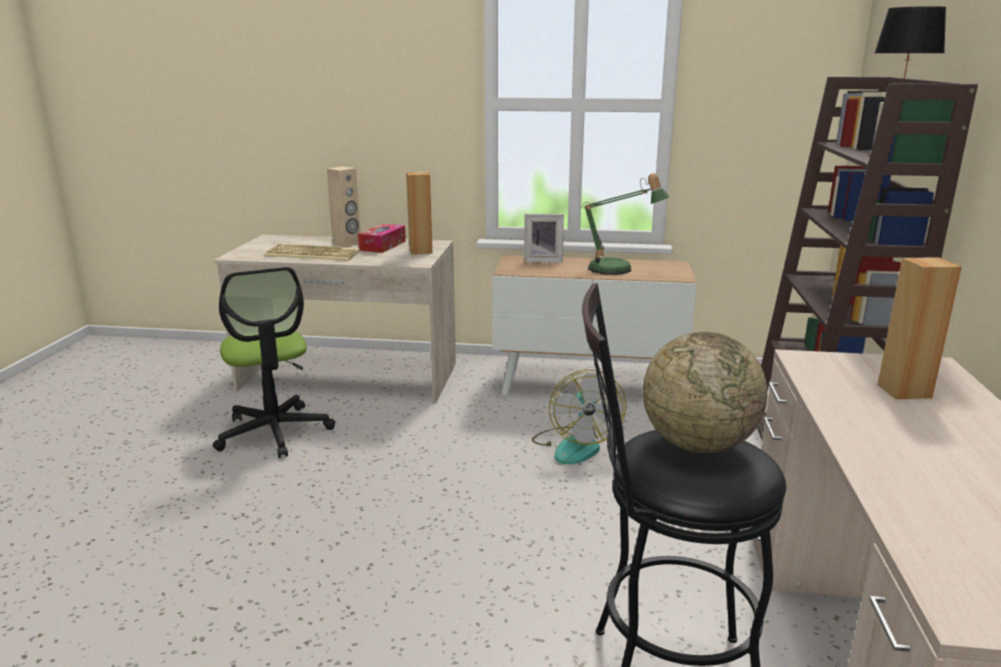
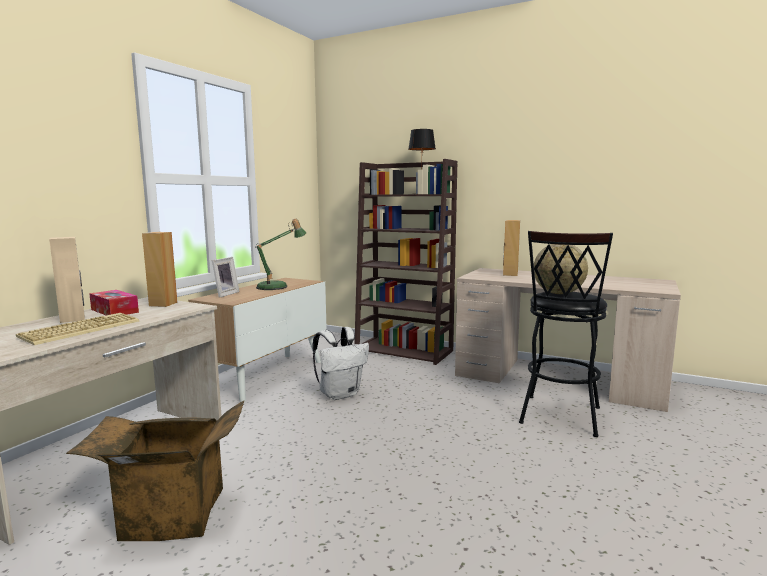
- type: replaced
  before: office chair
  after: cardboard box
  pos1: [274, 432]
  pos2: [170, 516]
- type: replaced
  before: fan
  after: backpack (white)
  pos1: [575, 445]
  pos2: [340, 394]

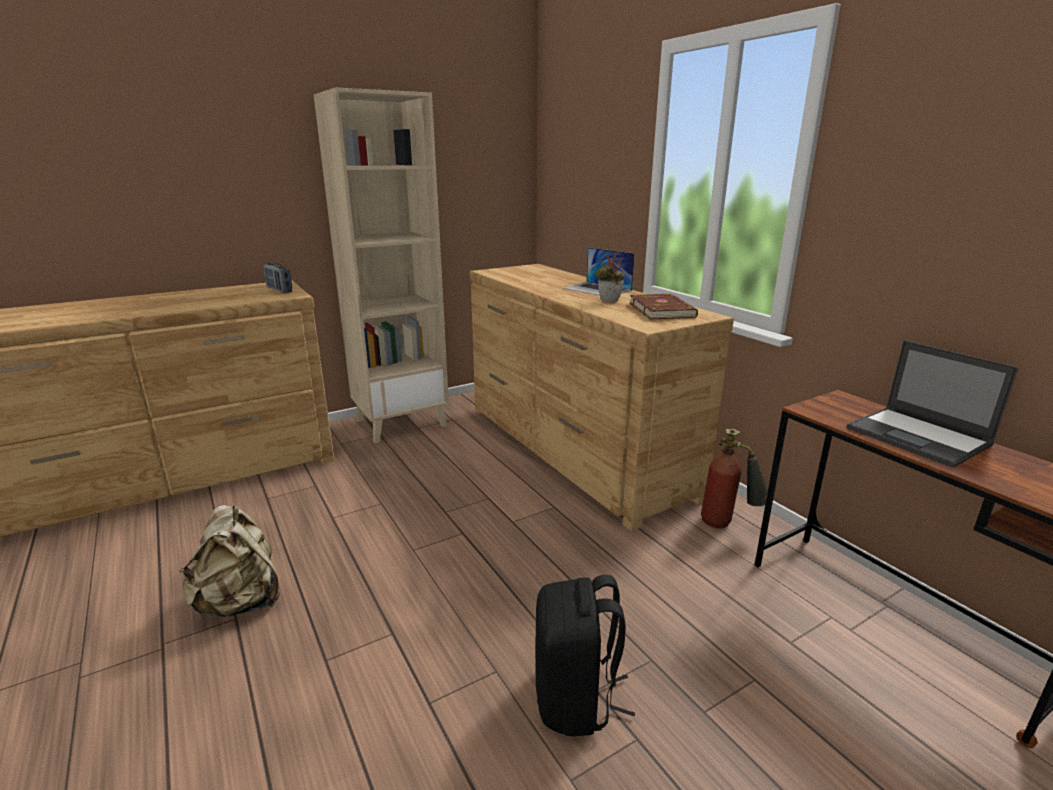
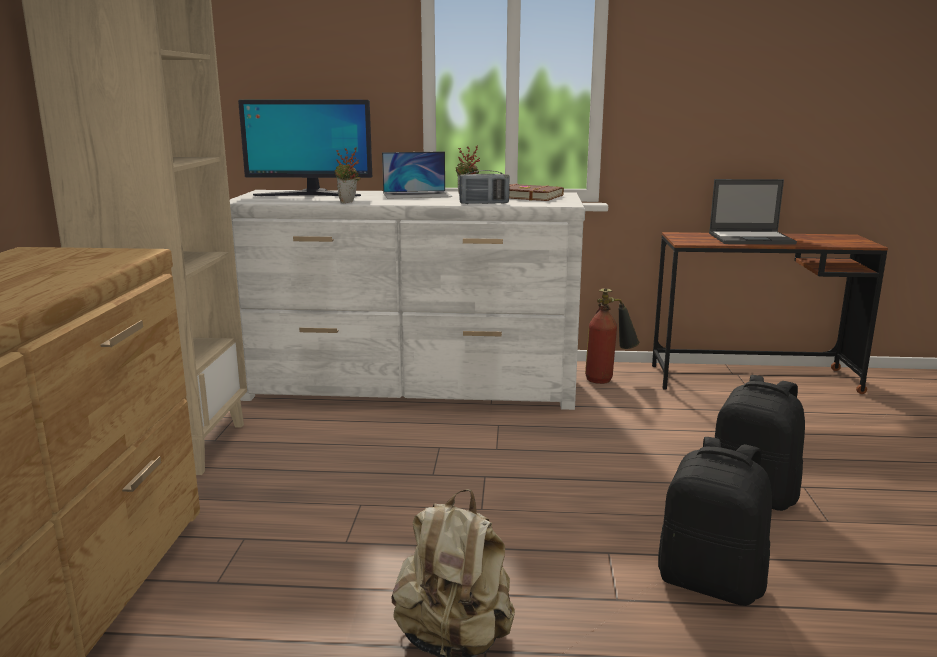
- type: recoloured
  before: dresser (brown)
  after: dresser (white)
  pos1: [573, 449]
  pos2: [411, 386]
- type: added
  after: monitor
  pos2: [310, 195]
- type: added
  after: potted plant
  pos2: [348, 202]
- type: moved
  before: radio
  pos1: [279, 290]
  pos2: [484, 203]
- type: added
  after: backpack (black)
  pos2: [711, 582]

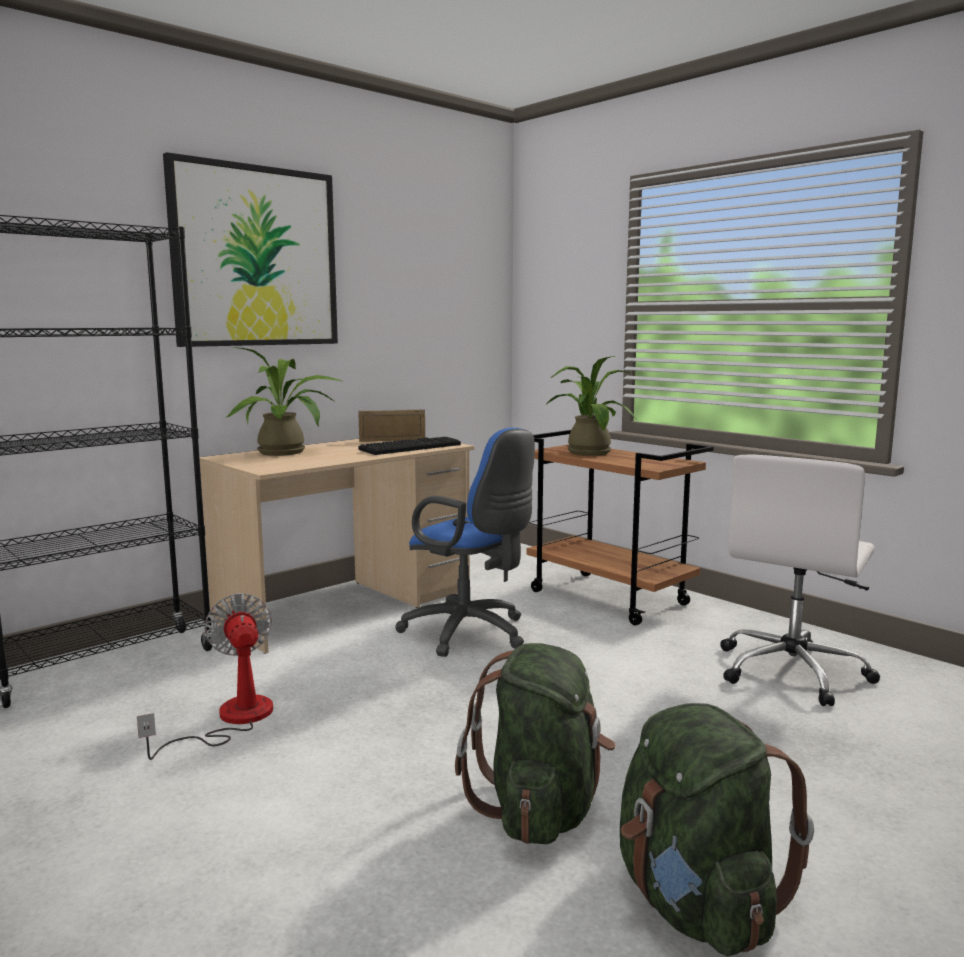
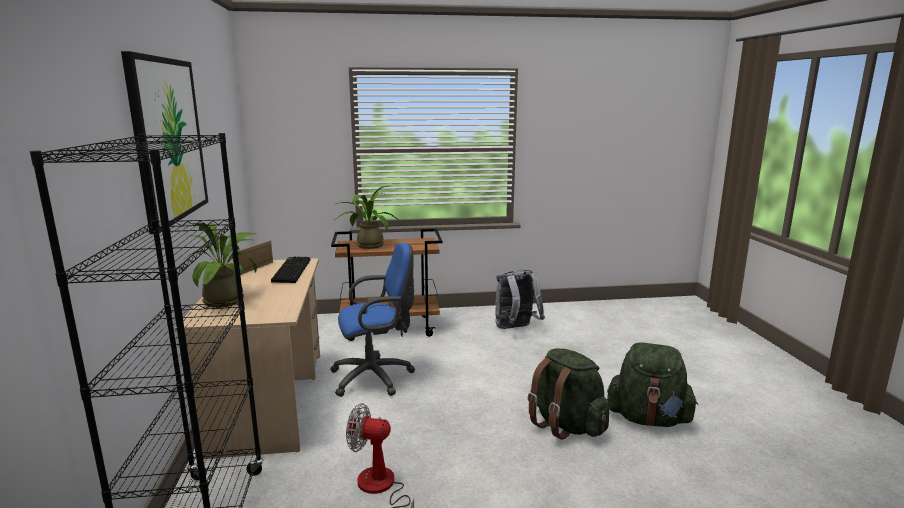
- type: replaced
  before: office chair (white)
  after: backpack (grey)
  pos1: [792, 671]
  pos2: [516, 328]

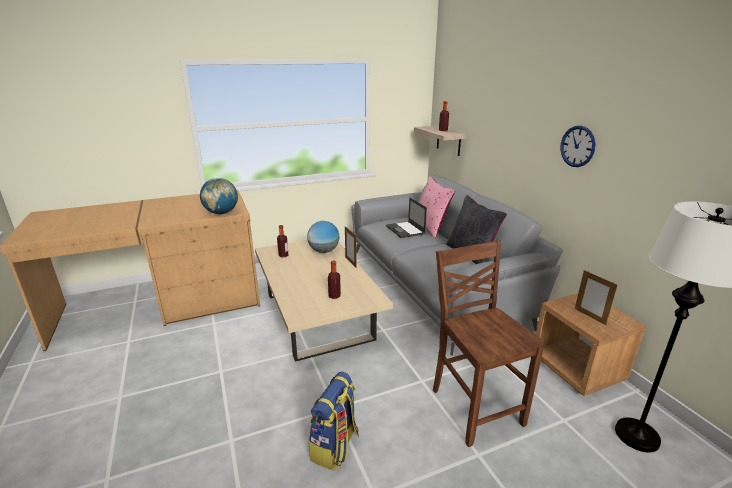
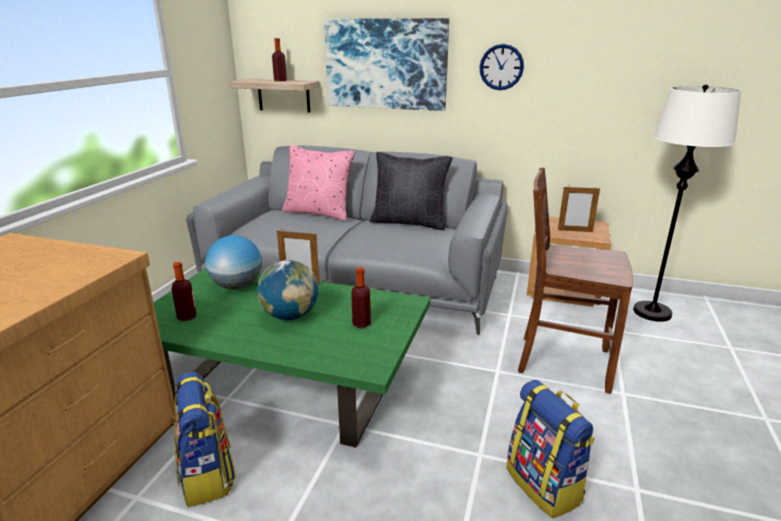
- type: recoloured
  before: coffee table (beige)
  after: coffee table (green)
  pos1: [319, 315]
  pos2: [289, 382]
- type: added
  after: backpack
  pos2: [207, 476]
- type: moved
  before: globe
  pos1: [221, 213]
  pos2: [290, 316]
- type: added
  after: picture
  pos2: [386, 64]
- type: removed
  before: laptop
  pos1: [405, 230]

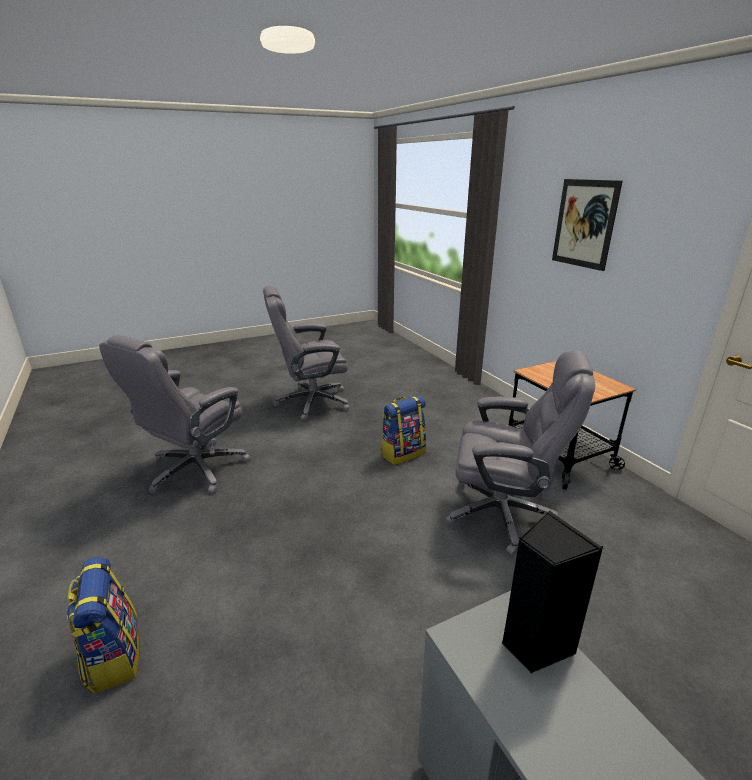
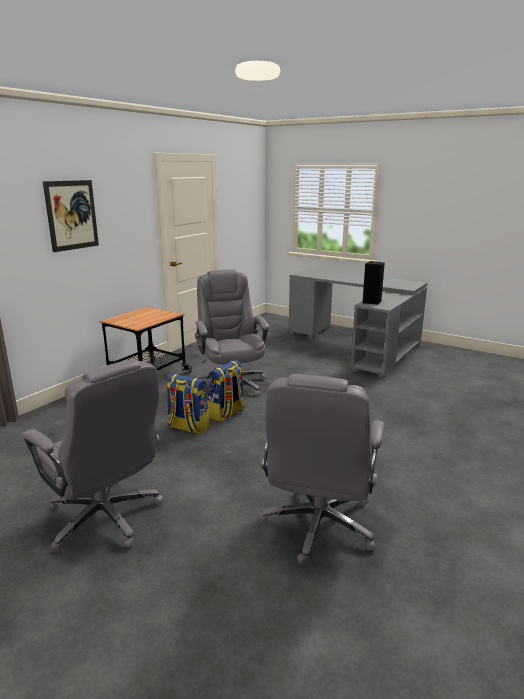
- type: moved
  before: backpack
  pos1: [113, 656]
  pos2: [227, 413]
- type: turned
  before: office chair (grey)
  pos1: [194, 470]
  pos2: [318, 526]
  turn: 105

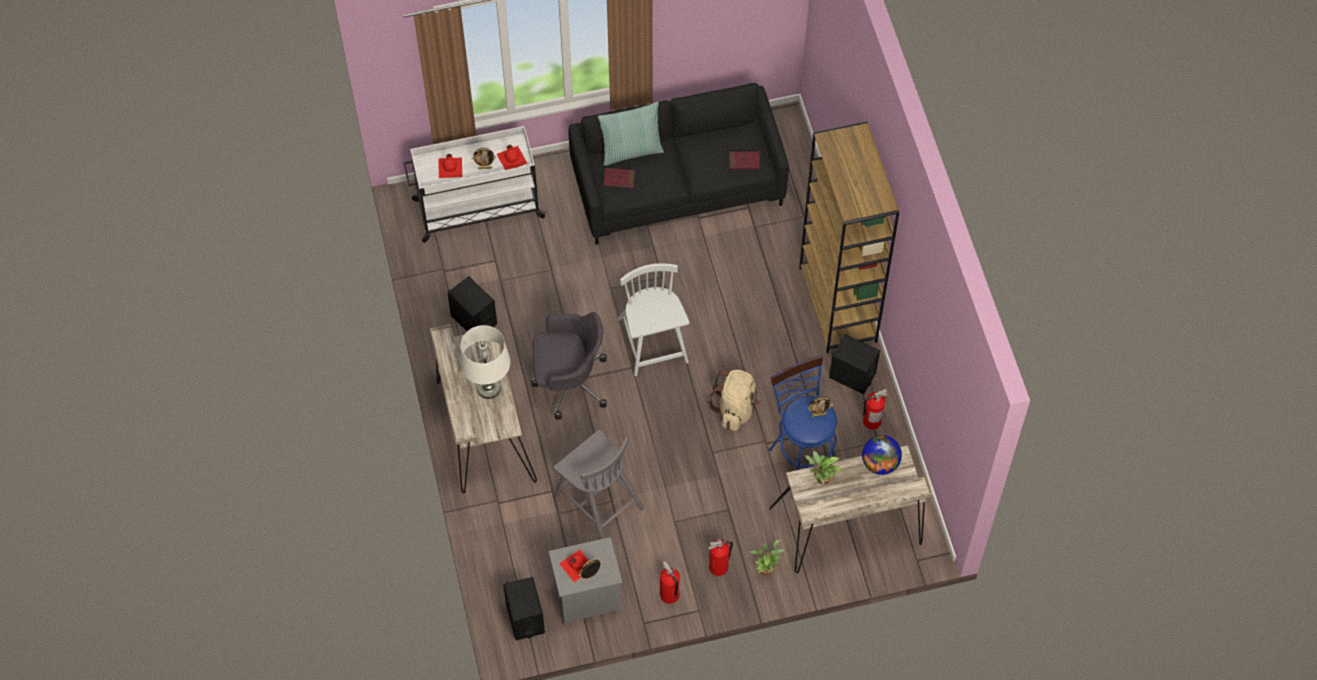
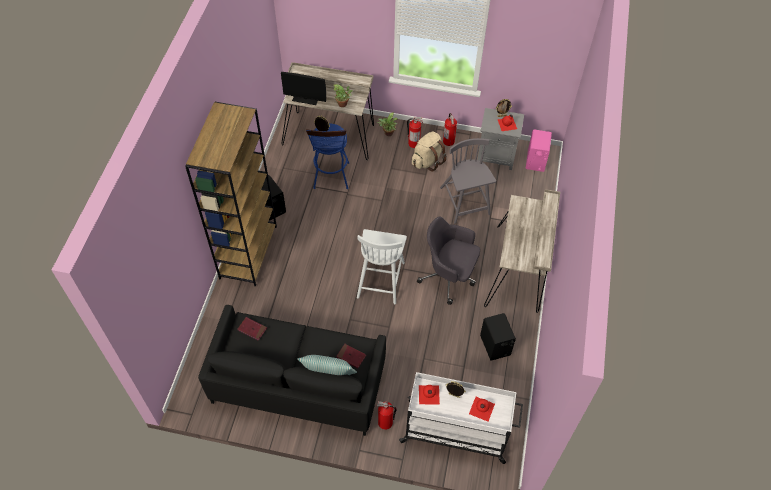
- type: replaced
  before: globe
  after: monitor
  pos1: [880, 463]
  pos2: [305, 99]
- type: moved
  before: fire extinguisher
  pos1: [871, 421]
  pos2: [385, 423]
- type: moved
  before: backpack (beige)
  pos1: [735, 408]
  pos2: [427, 161]
- type: recoloured
  before: speaker (black)
  after: speaker (pink)
  pos1: [525, 618]
  pos2: [535, 161]
- type: removed
  before: table lamp (white)
  pos1: [489, 388]

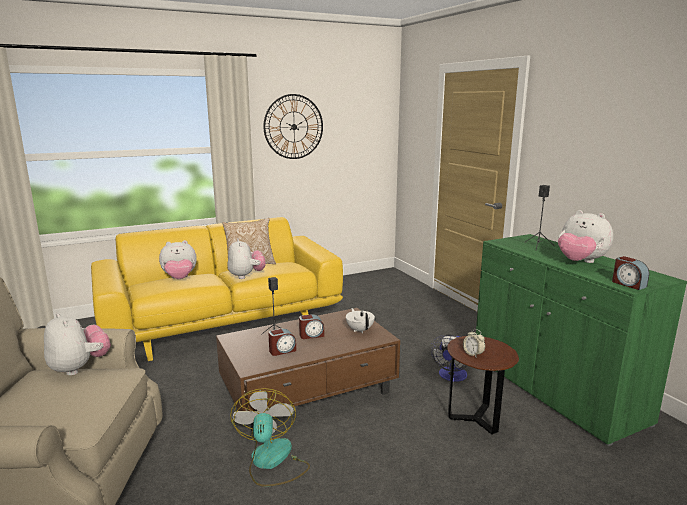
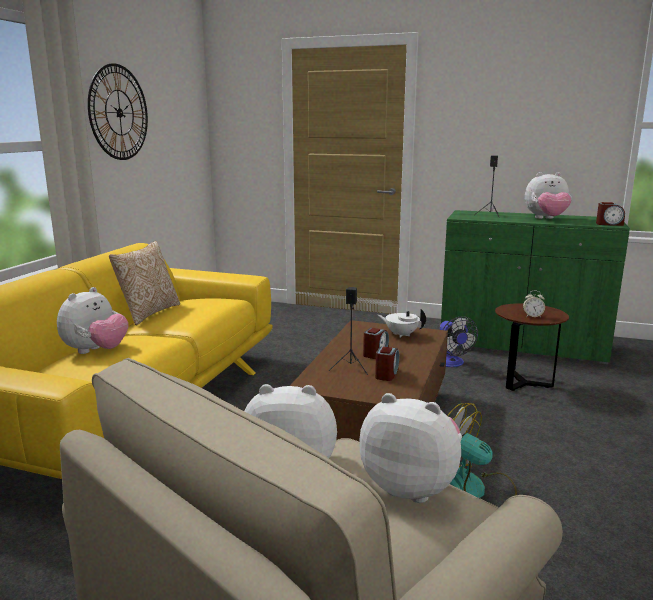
- type: moved
  before: plush toy
  pos1: [246, 276]
  pos2: [411, 487]

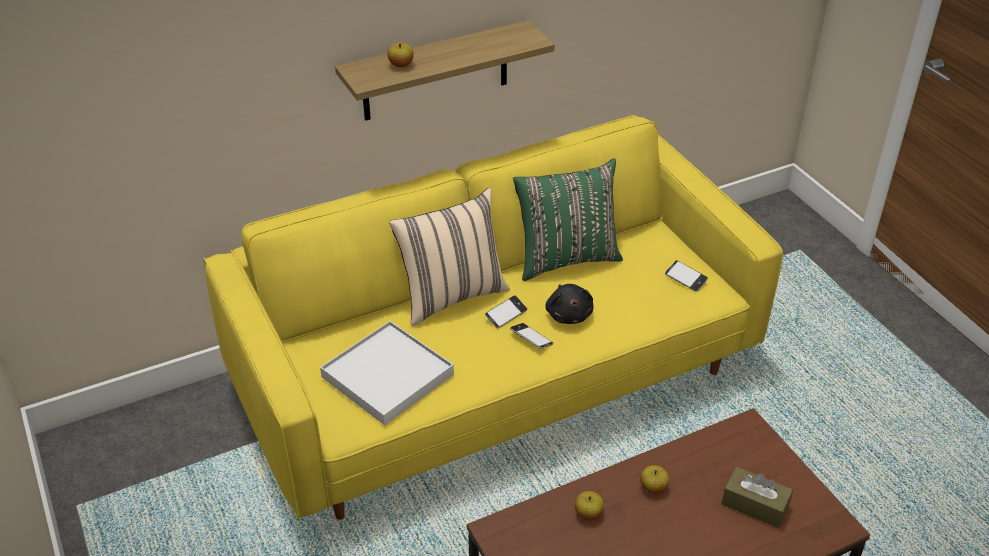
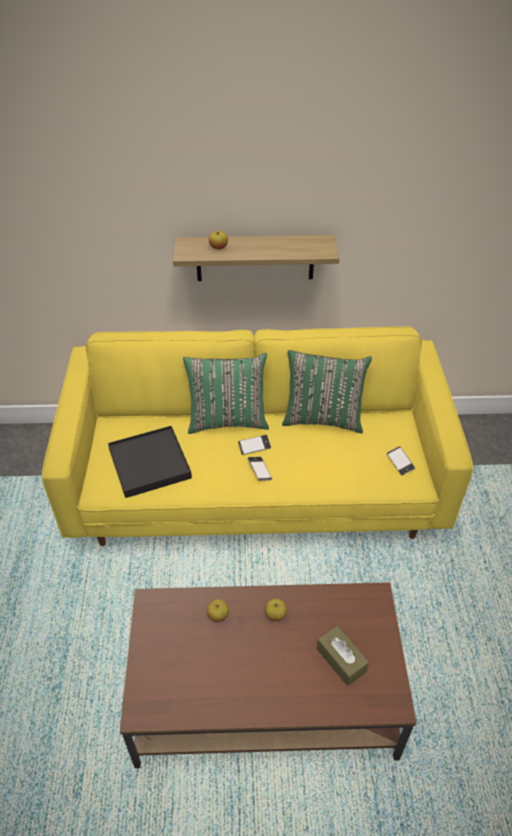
- type: recoloured
  before: tray (white)
  after: tray (black)
  pos1: [388, 376]
  pos2: [150, 464]
- type: recoloured
  before: pillow (beige)
  after: pillow (green)
  pos1: [451, 296]
  pos2: [227, 420]
- type: removed
  before: plush toy (black)
  pos1: [569, 314]

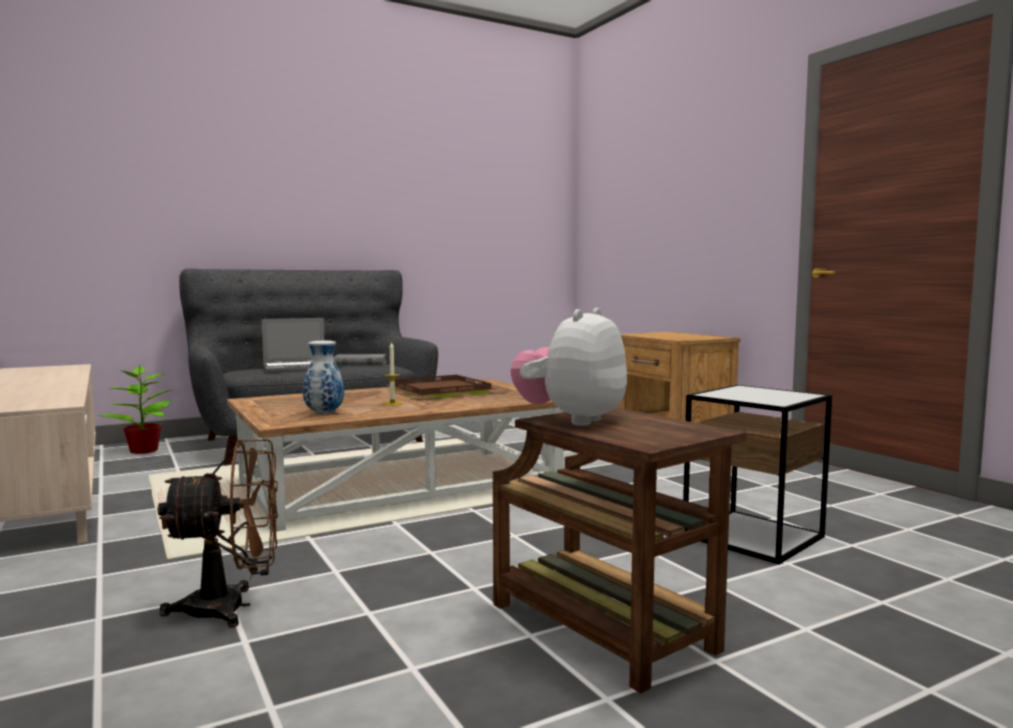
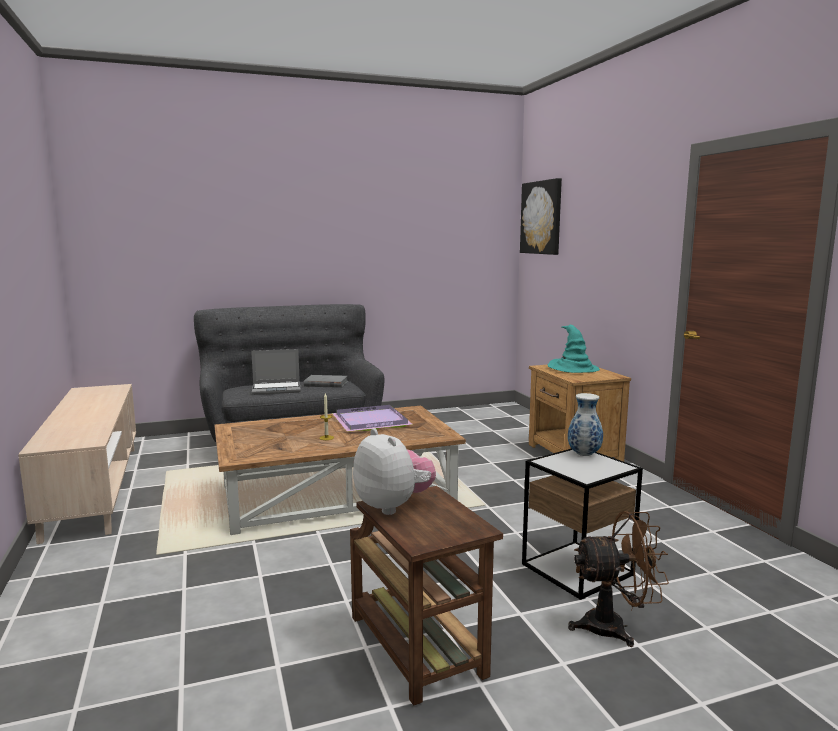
- type: recoloured
  before: tray (brown)
  after: tray (purple)
  pos1: [438, 391]
  pos2: [369, 421]
- type: turned
  before: plush toy
  pos1: [571, 420]
  pos2: [393, 506]
  turn: 105
- type: added
  after: picture
  pos2: [541, 217]
- type: added
  after: hat (turquoise)
  pos2: [573, 369]
- type: moved
  before: vase
  pos1: [323, 413]
  pos2: [583, 454]
- type: moved
  before: fan (brown)
  pos1: [232, 607]
  pos2: [615, 627]
- type: removed
  before: potted plant
  pos1: [143, 451]

